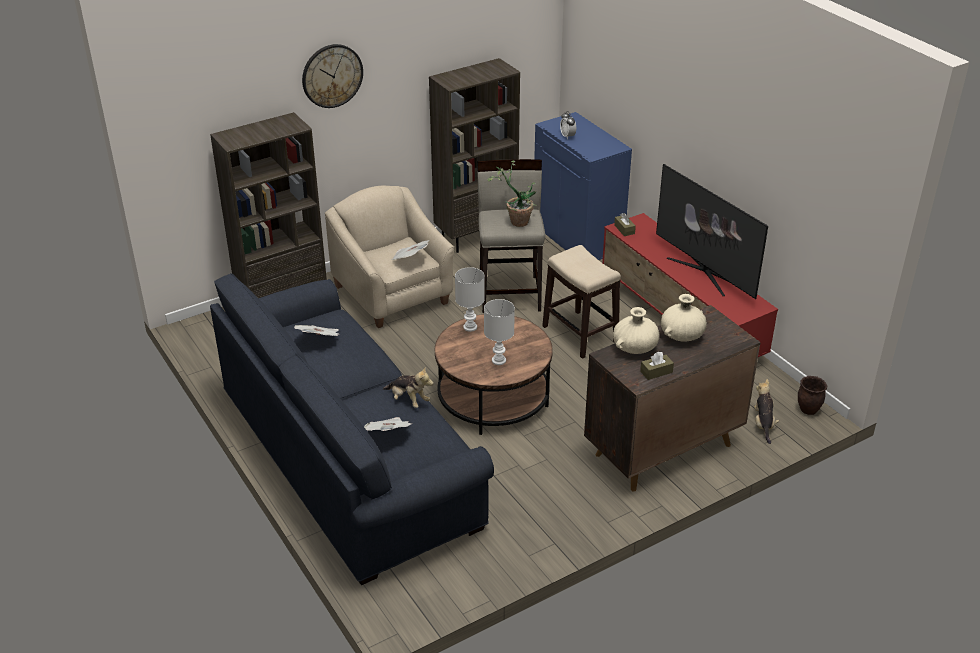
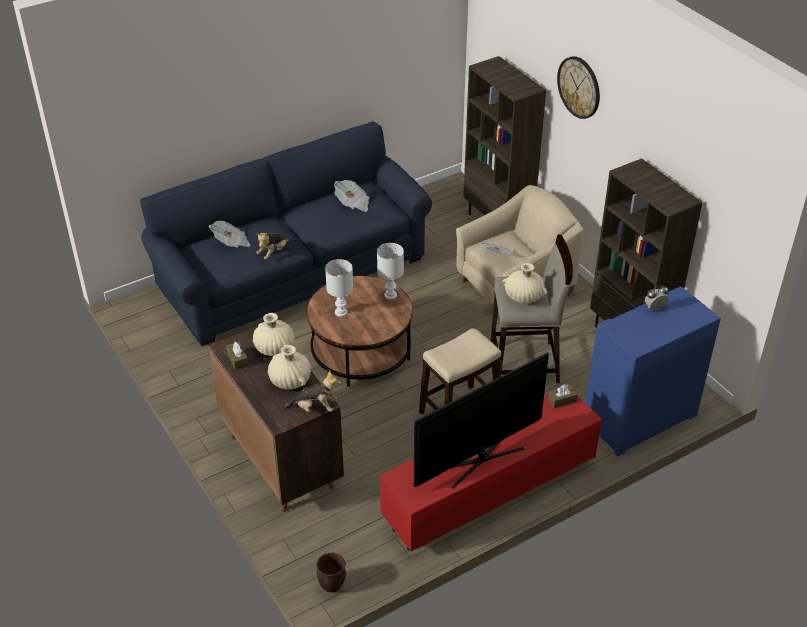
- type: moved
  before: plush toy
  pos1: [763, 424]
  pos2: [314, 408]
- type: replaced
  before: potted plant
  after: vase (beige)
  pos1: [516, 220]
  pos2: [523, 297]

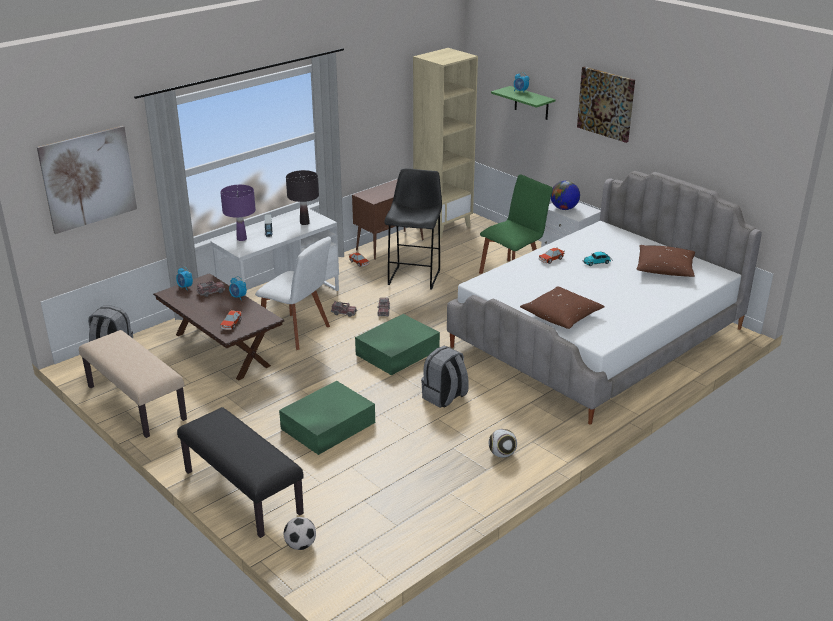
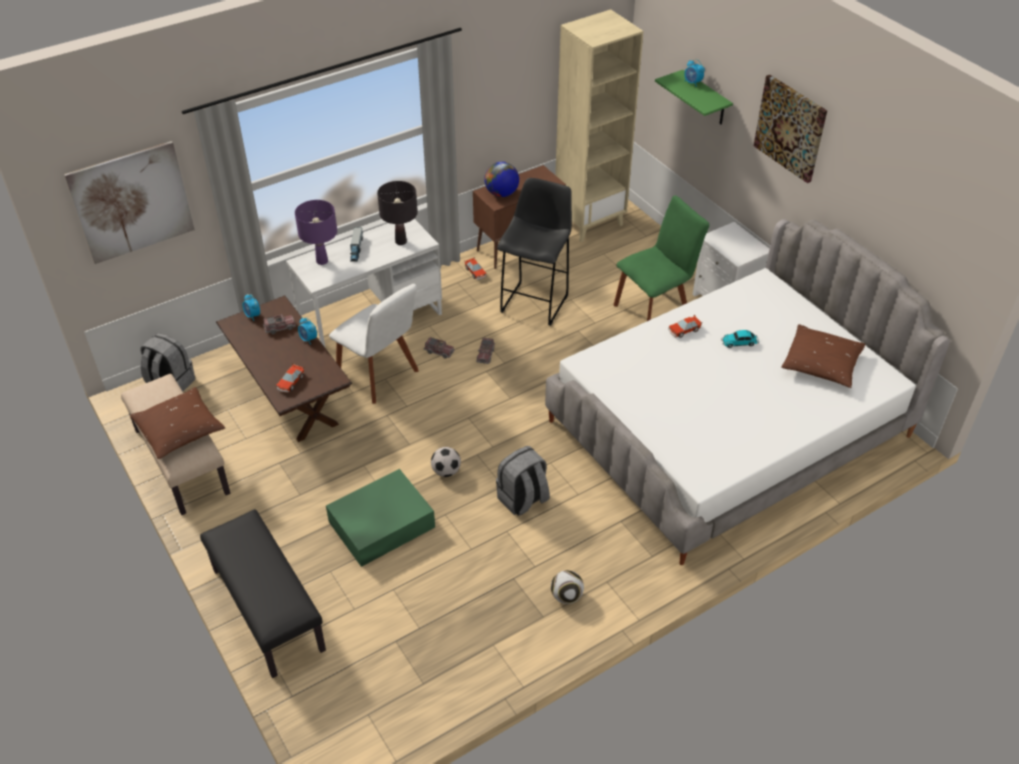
- type: moved
  before: pillow (brown)
  pos1: [561, 316]
  pos2: [180, 430]
- type: moved
  before: football
  pos1: [300, 545]
  pos2: [446, 471]
- type: moved
  before: globe
  pos1: [564, 208]
  pos2: [501, 193]
- type: removed
  before: storage box (green)
  pos1: [396, 352]

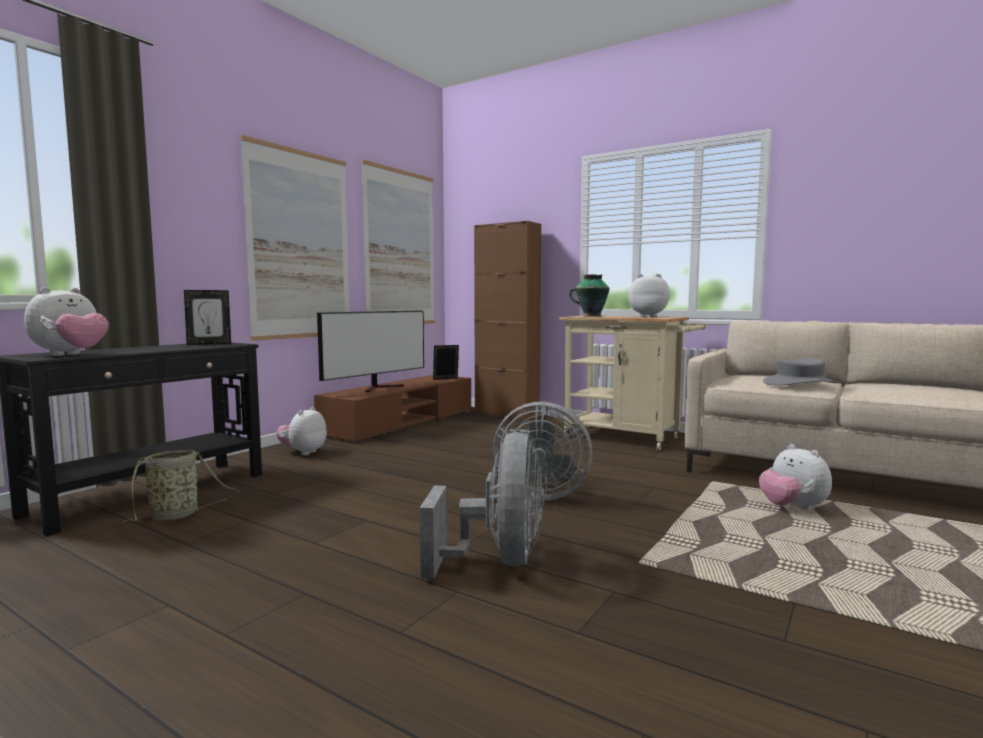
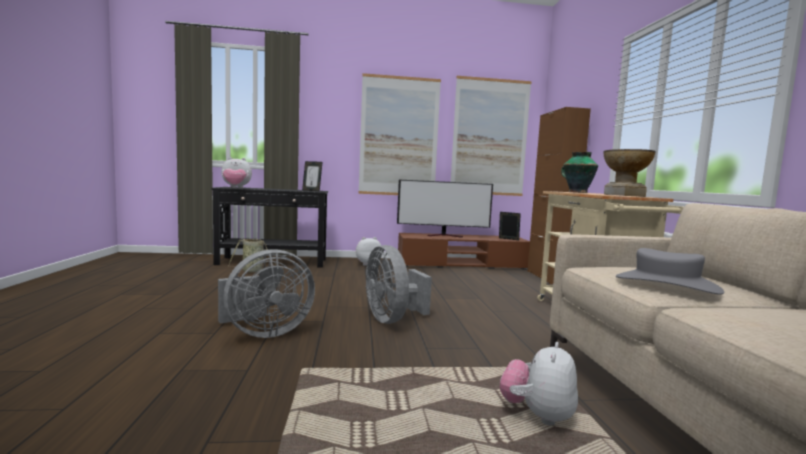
- type: replaced
  before: plush toy
  after: vase
  pos1: [648, 316]
  pos2: [623, 195]

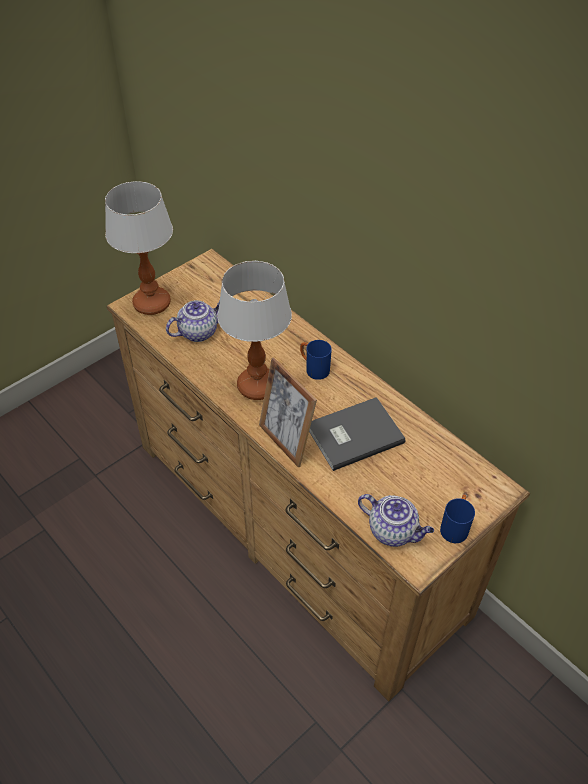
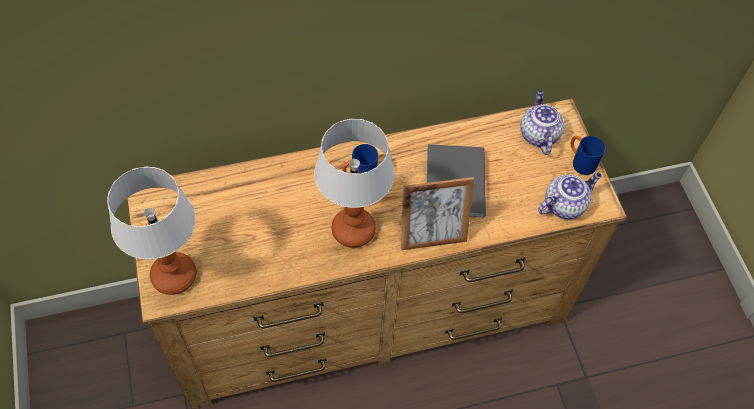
- type: moved
  before: teapot
  pos1: [199, 332]
  pos2: [538, 134]

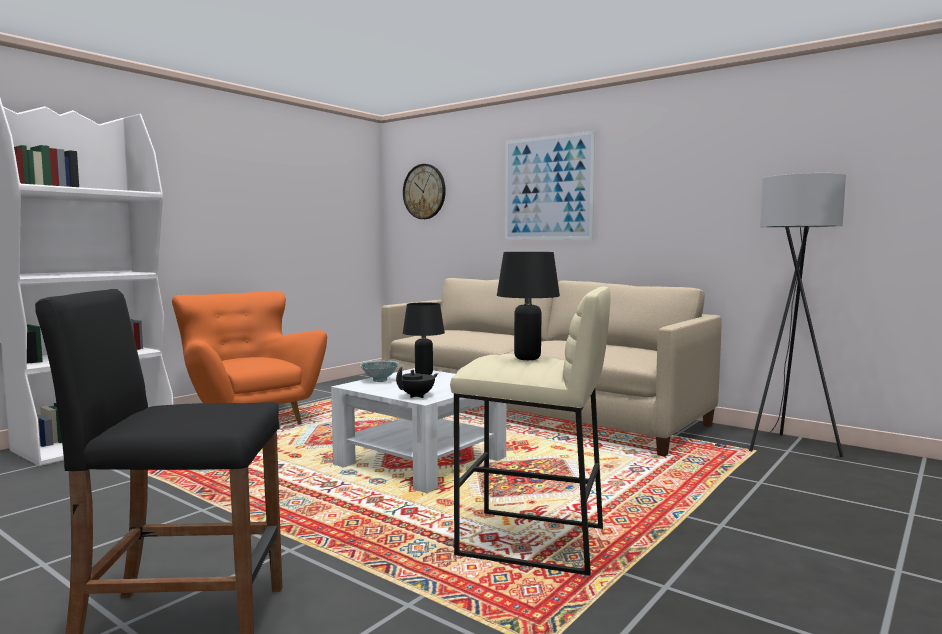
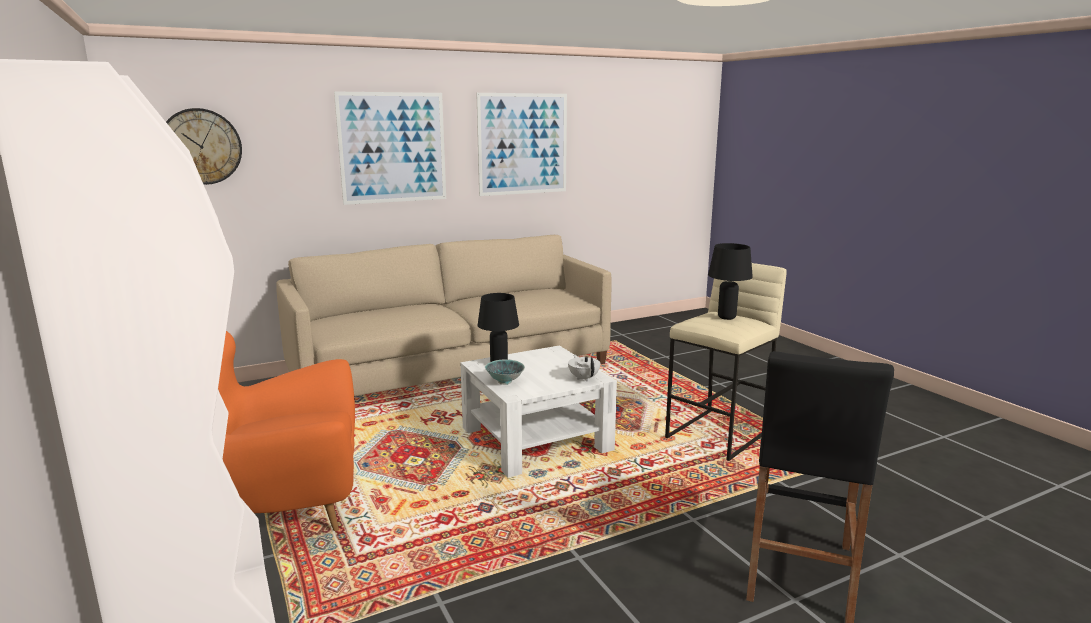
- type: added
  after: picture
  pos2: [523, 144]
- type: recoloured
  before: teapot (black)
  after: teapot (white)
  pos1: [417, 396]
  pos2: [584, 378]
- type: removed
  before: floor lamp (grey)
  pos1: [785, 448]

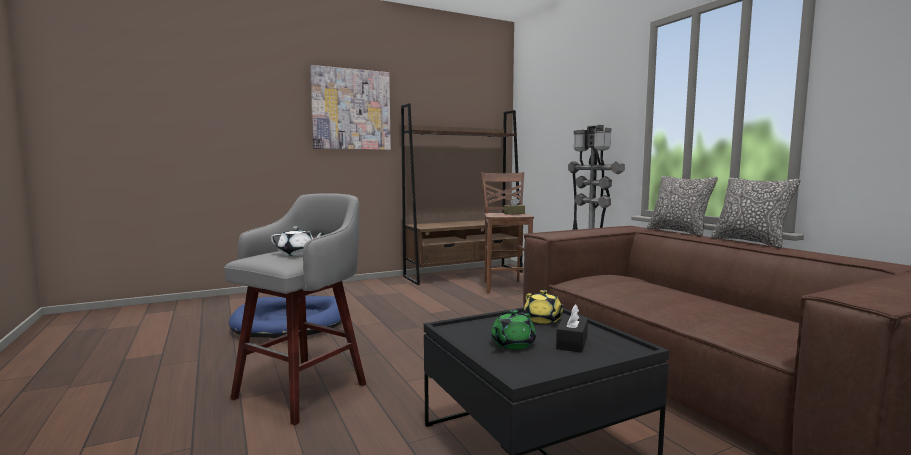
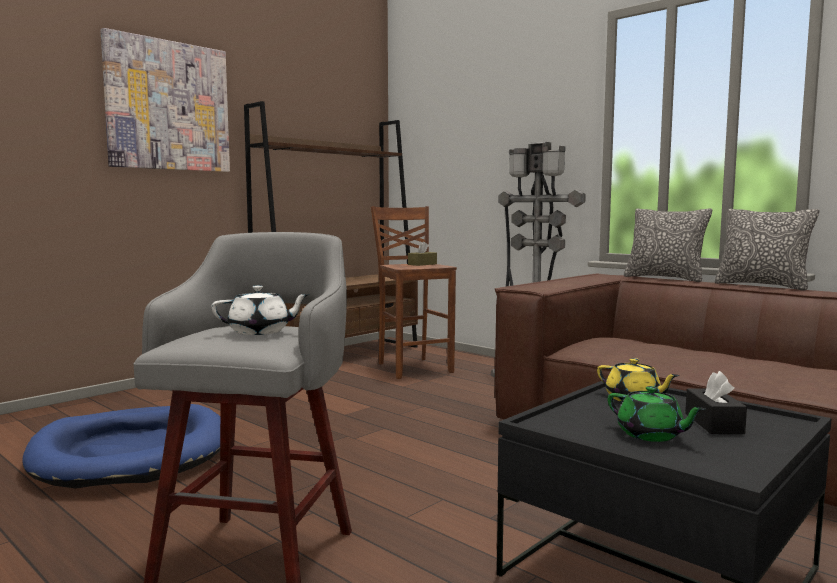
- type: turned
  before: teapot (green)
  pos1: [512, 344]
  pos2: [651, 435]
  turn: -60

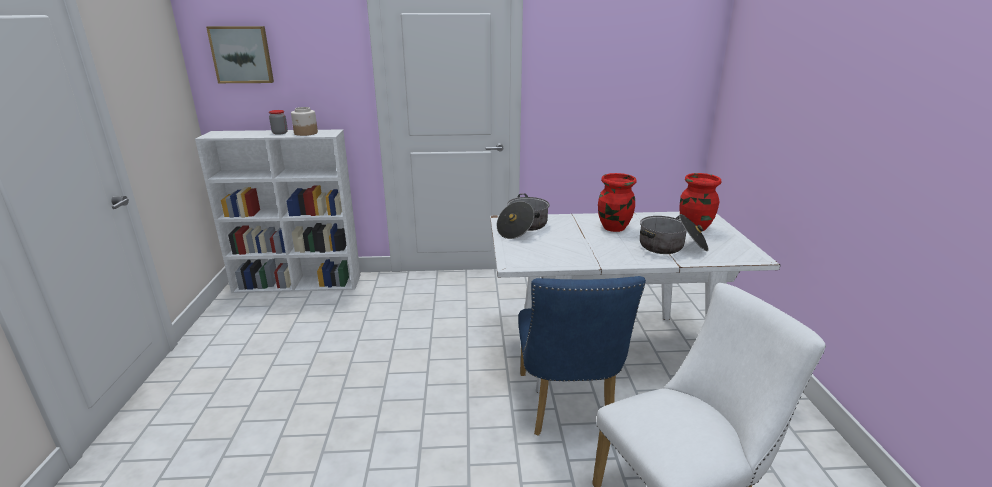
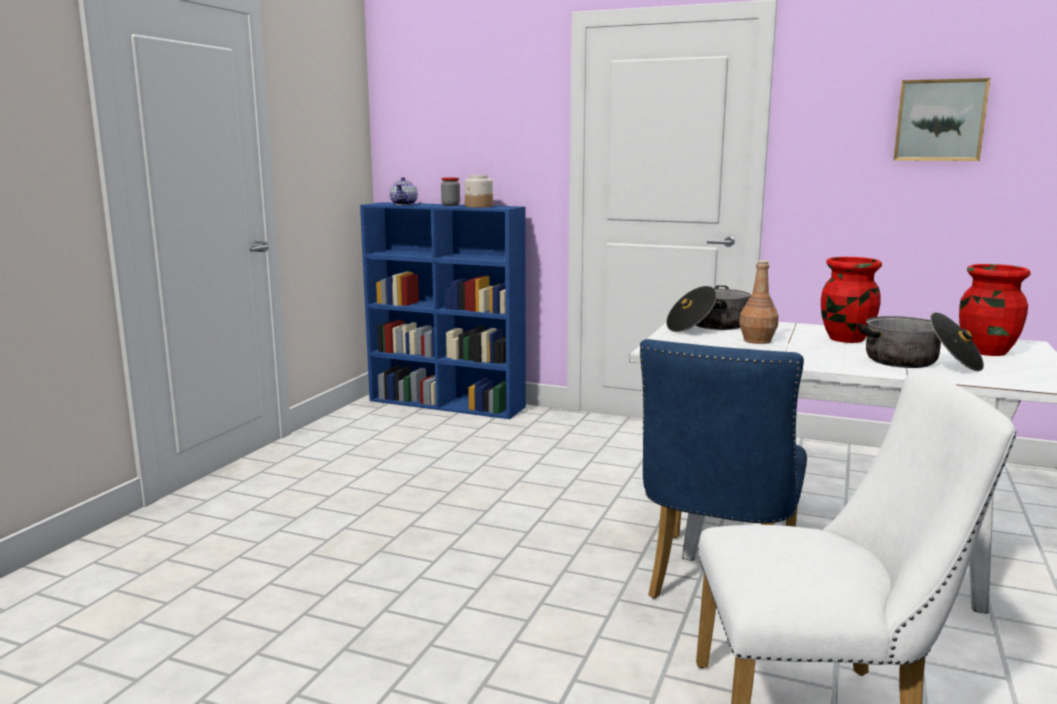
- type: recoloured
  before: bookcase (white)
  after: bookcase (blue)
  pos1: [299, 283]
  pos2: [448, 404]
- type: added
  after: teapot
  pos2: [404, 204]
- type: added
  after: bottle (brown)
  pos2: [757, 340]
- type: moved
  before: picture
  pos1: [242, 54]
  pos2: [939, 120]

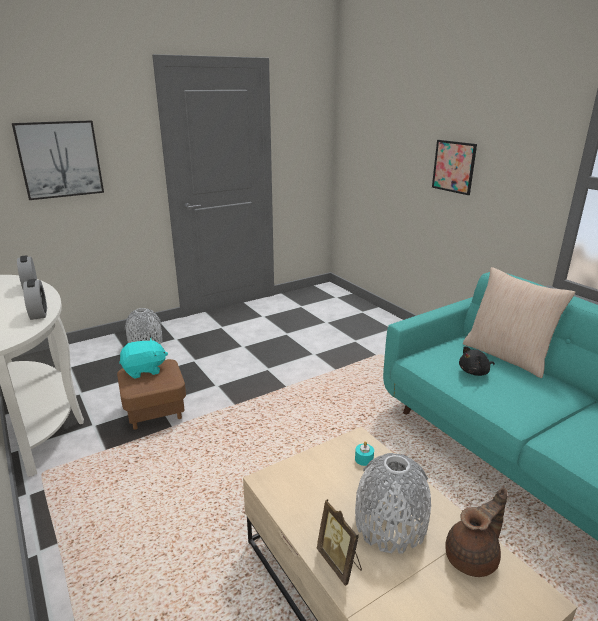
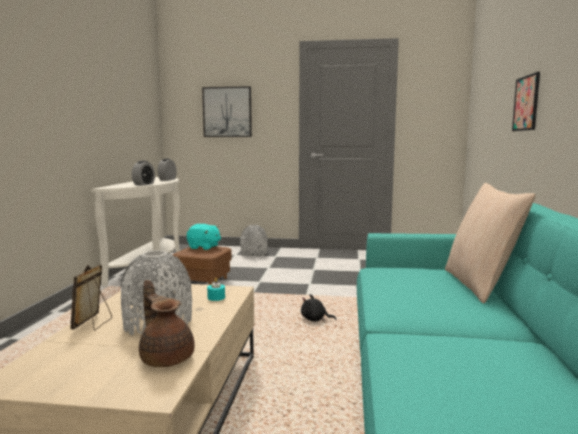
- type: turned
  before: teapot (brown)
  pos1: [473, 557]
  pos2: [166, 357]
  turn: -135
- type: moved
  before: plush toy (black)
  pos1: [475, 372]
  pos2: [315, 319]

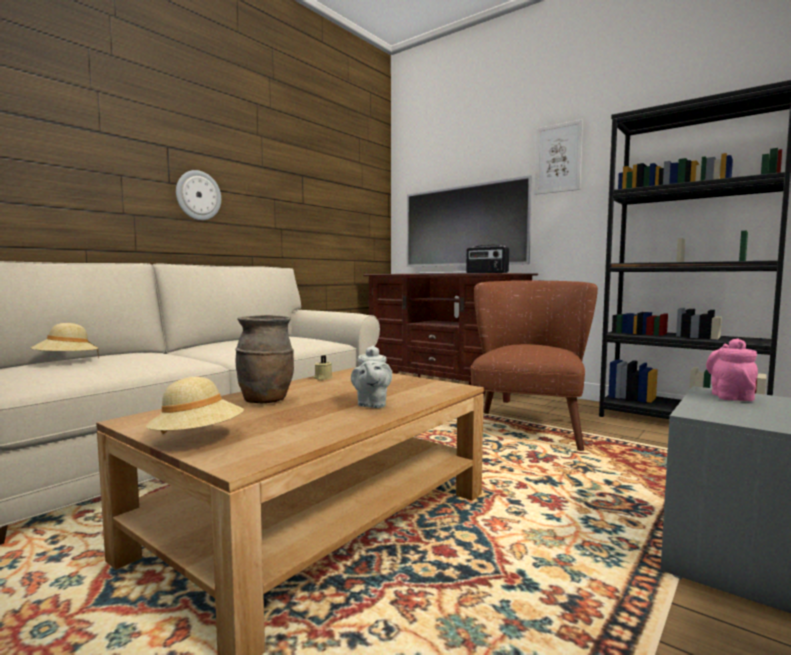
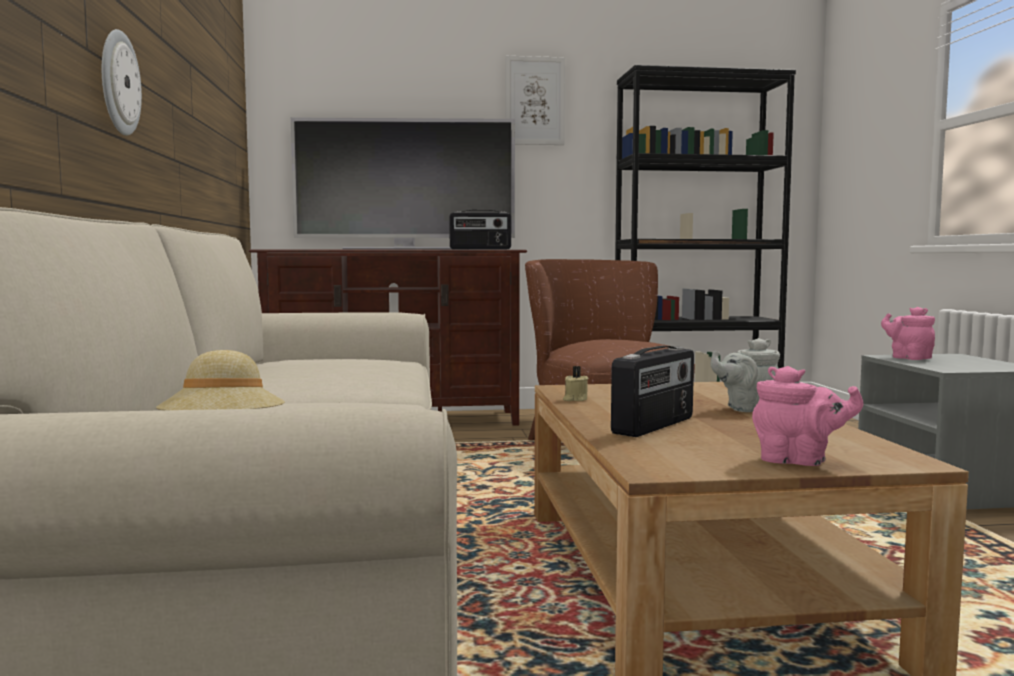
- type: replaced
  before: vase (brown)
  after: radio
  pos1: [266, 400]
  pos2: [655, 426]
- type: turned
  before: teapot (grey)
  pos1: [371, 404]
  pos2: [746, 408]
  turn: 120
- type: replaced
  before: hat (beige)
  after: teapot (pink)
  pos1: [197, 439]
  pos2: [798, 461]

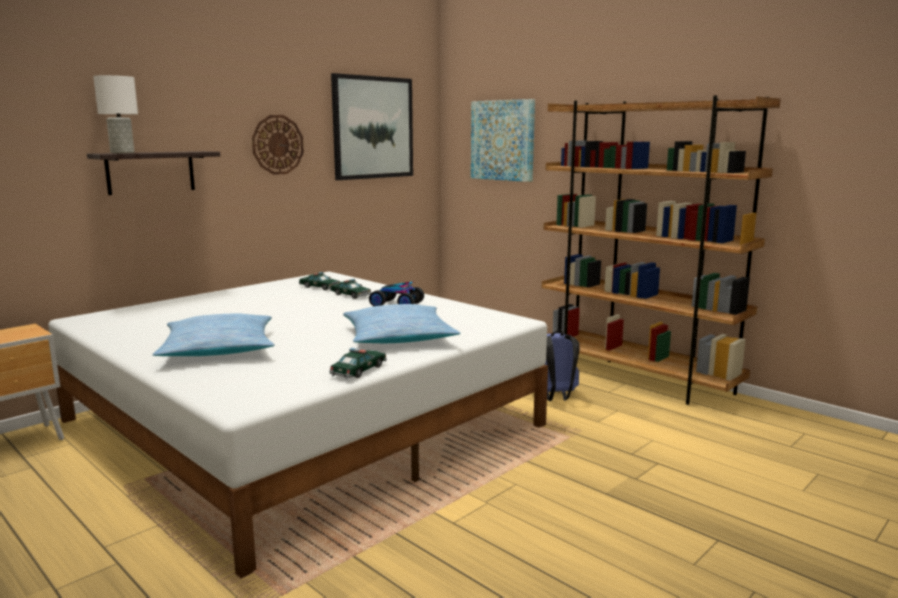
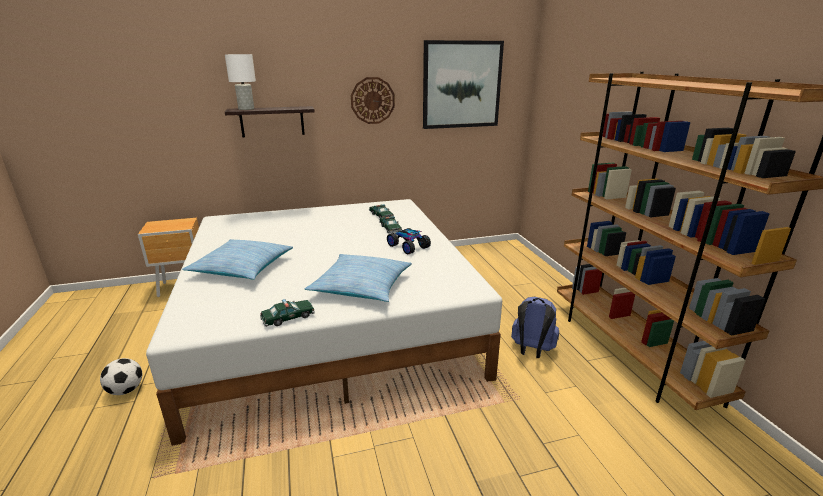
- type: added
  after: football
  pos2: [126, 390]
- type: removed
  before: picture
  pos1: [502, 140]

